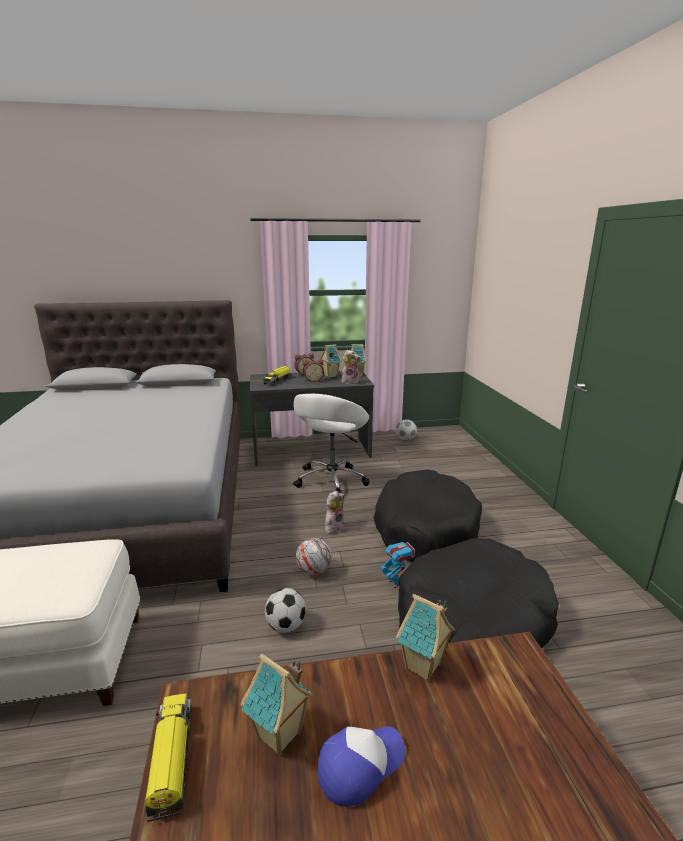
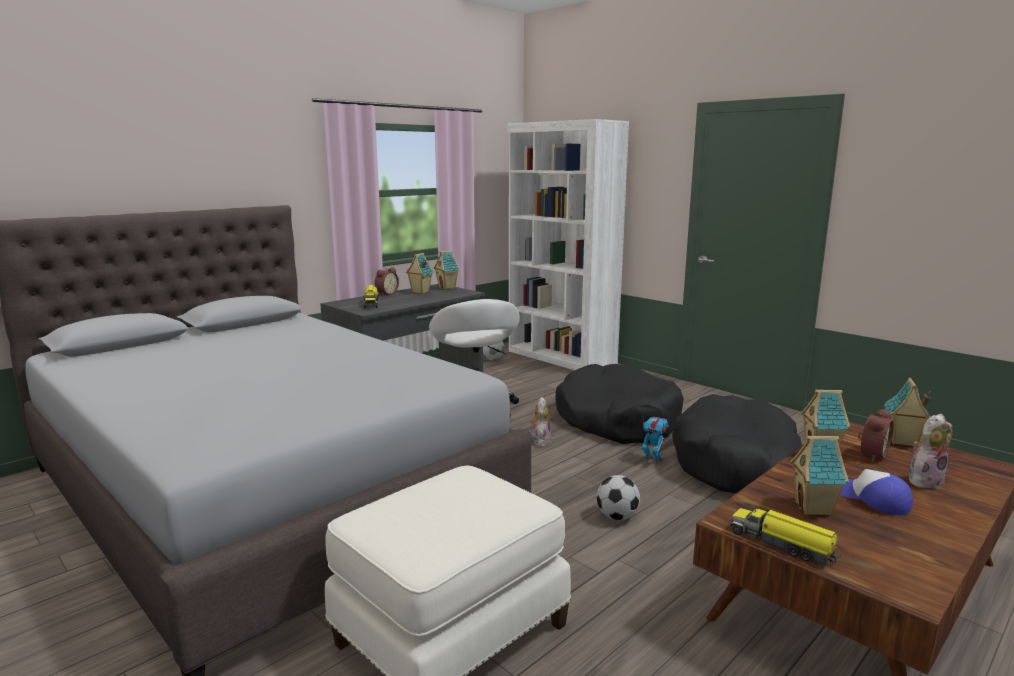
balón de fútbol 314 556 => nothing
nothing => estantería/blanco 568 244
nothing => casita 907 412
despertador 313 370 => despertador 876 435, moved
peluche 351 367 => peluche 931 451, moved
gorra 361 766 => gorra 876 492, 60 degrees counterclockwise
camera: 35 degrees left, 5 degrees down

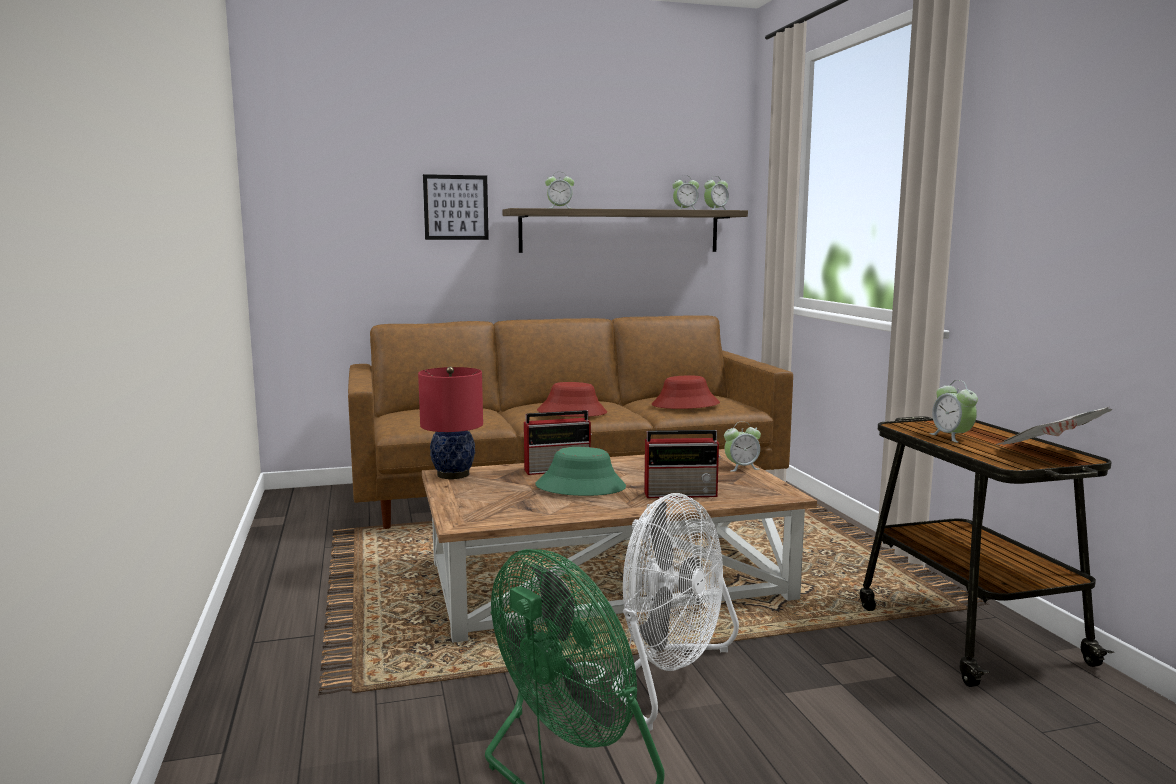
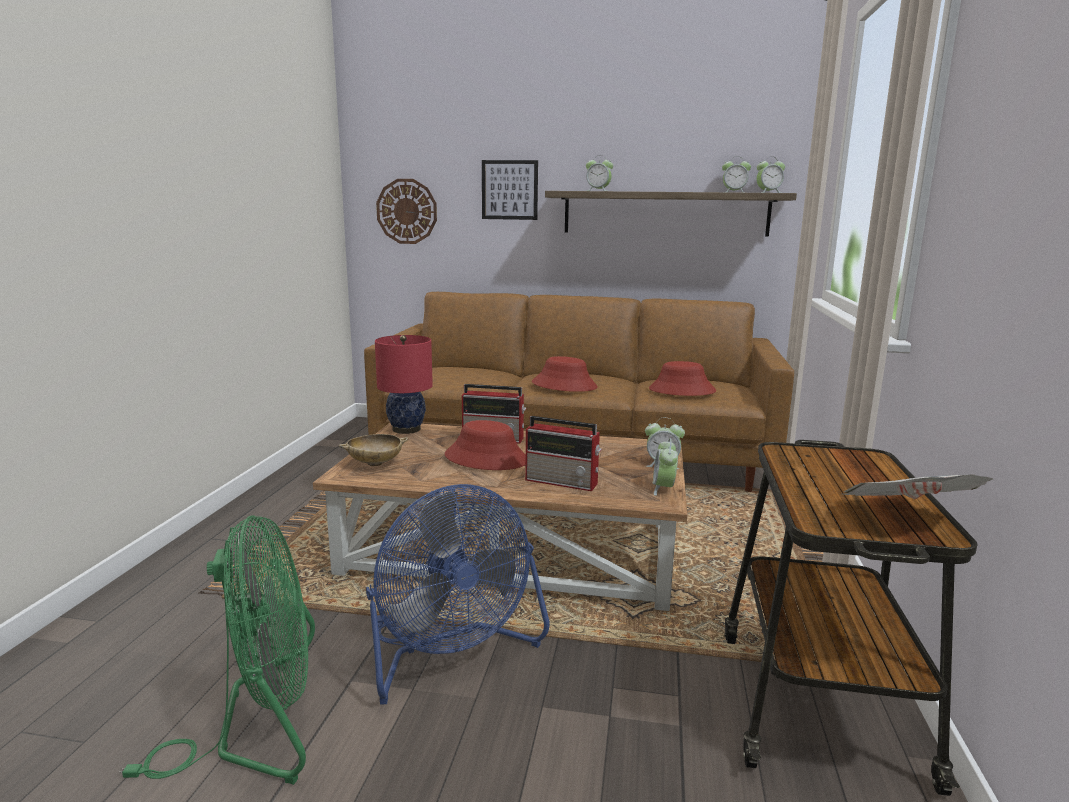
nothing => cuenco/beis 373 450
nothing => reloj de pared 406 211
despertador 954 411 => despertador 665 467, moved
sombrero/verde 580 471 => sombrero/rojo 485 445
ventilador/blanco 657 612 => ventilador/azul 458 594
camera: 25 degrees right, 5 degrees up

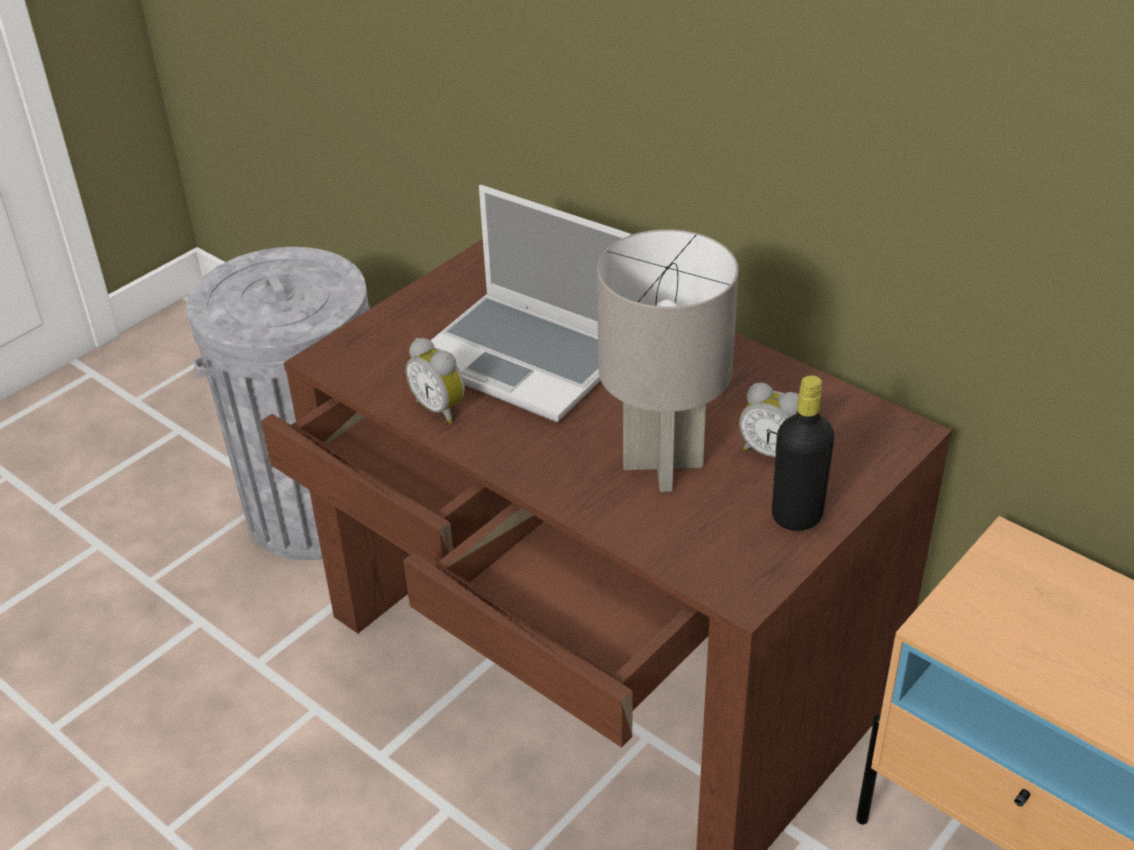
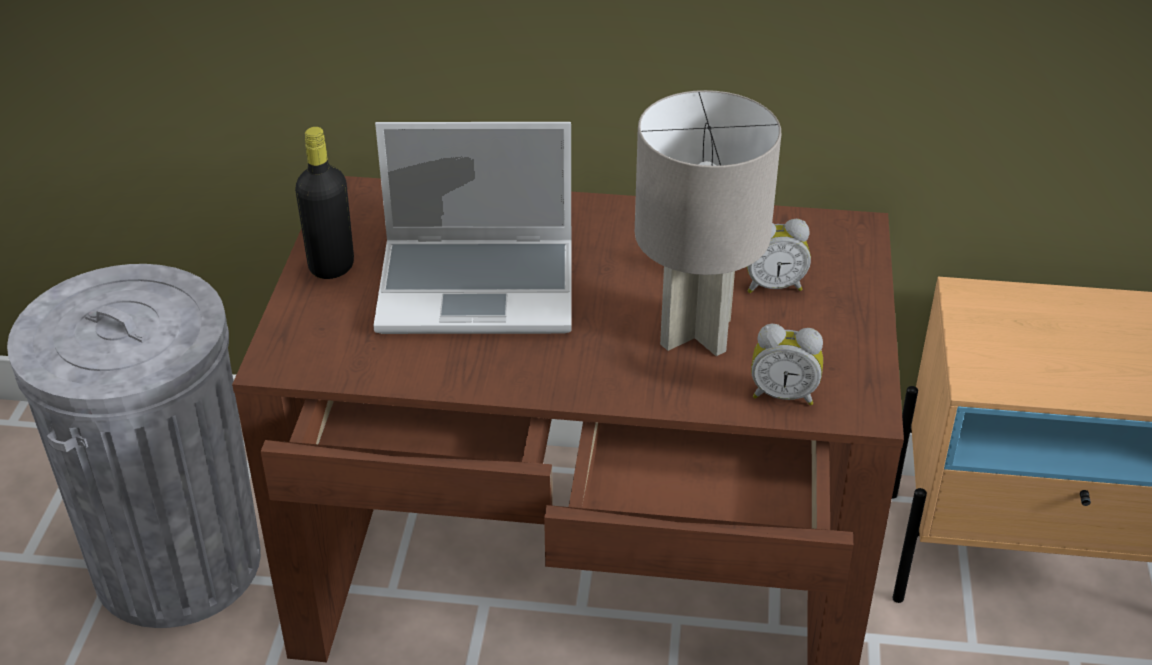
despertador 435 381 => despertador 787 365, moved
botella/negro 803 453 => botella/negro 324 203, moved
camera: 35 degrees left, 0 degrees up

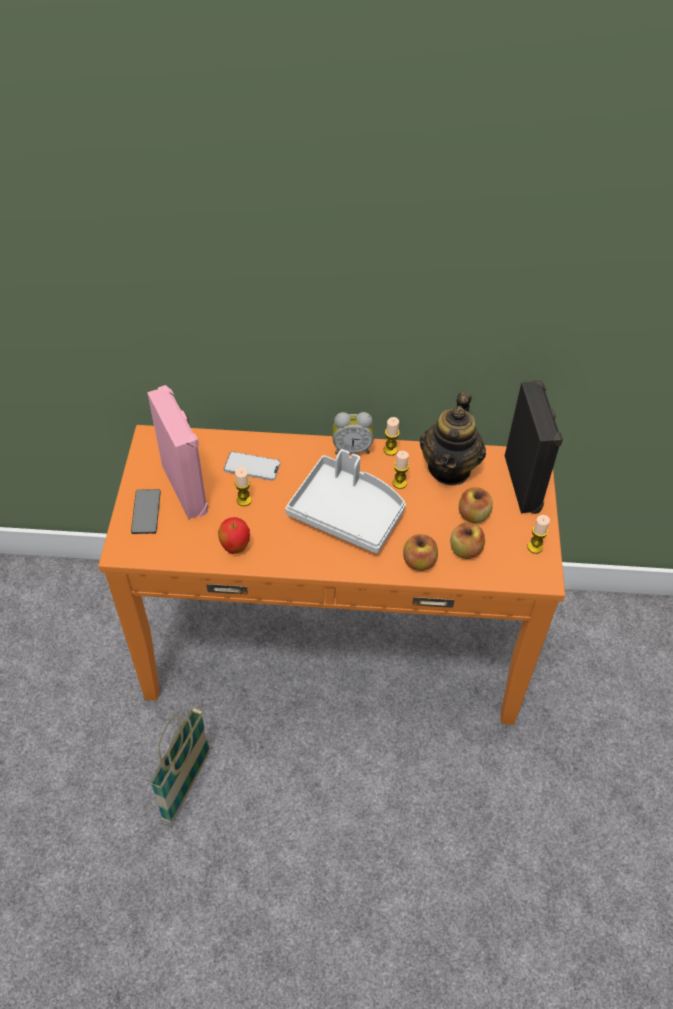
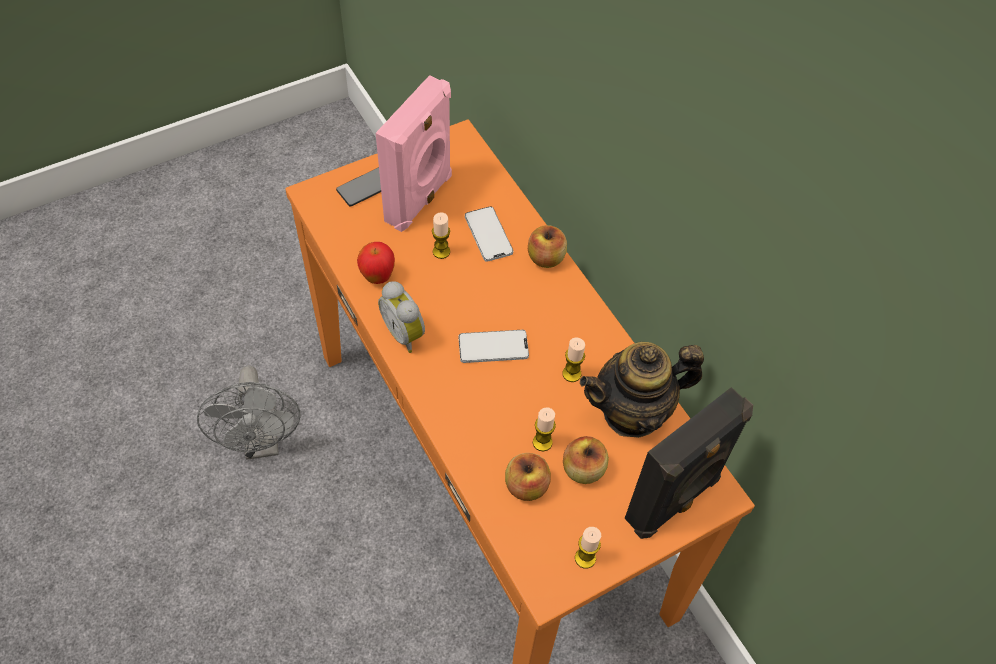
despertador 353 433 => despertador 401 317, moved
vela 392 436 => vela 544 429, moved
manzana 420 552 => manzana 547 246, moved
cesta 180 765 => ventilador/gris 249 412
bandeja/gris 345 501 => móvil 494 346
camera: 55 degrees right, 5 degrees up

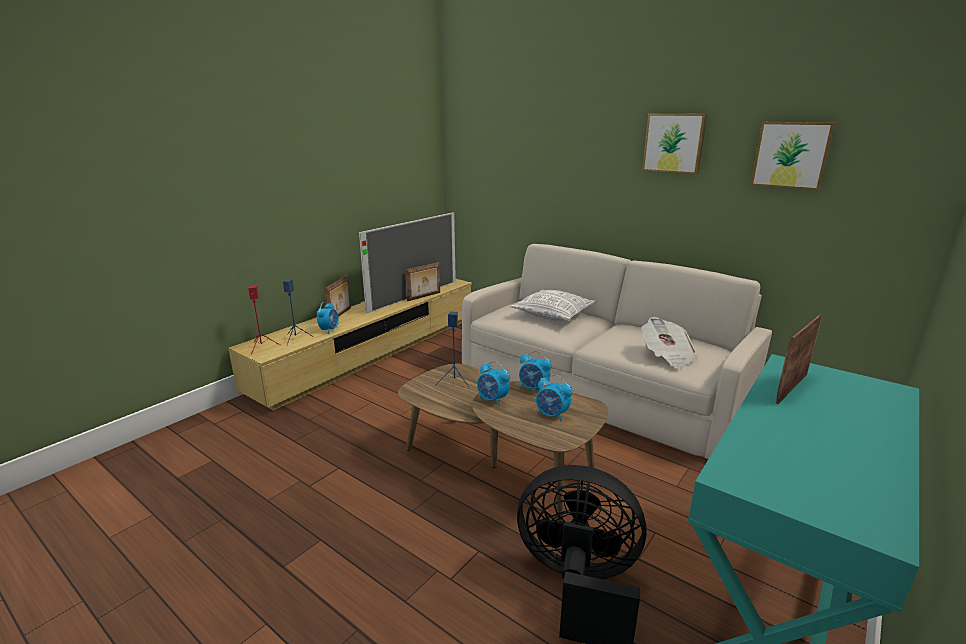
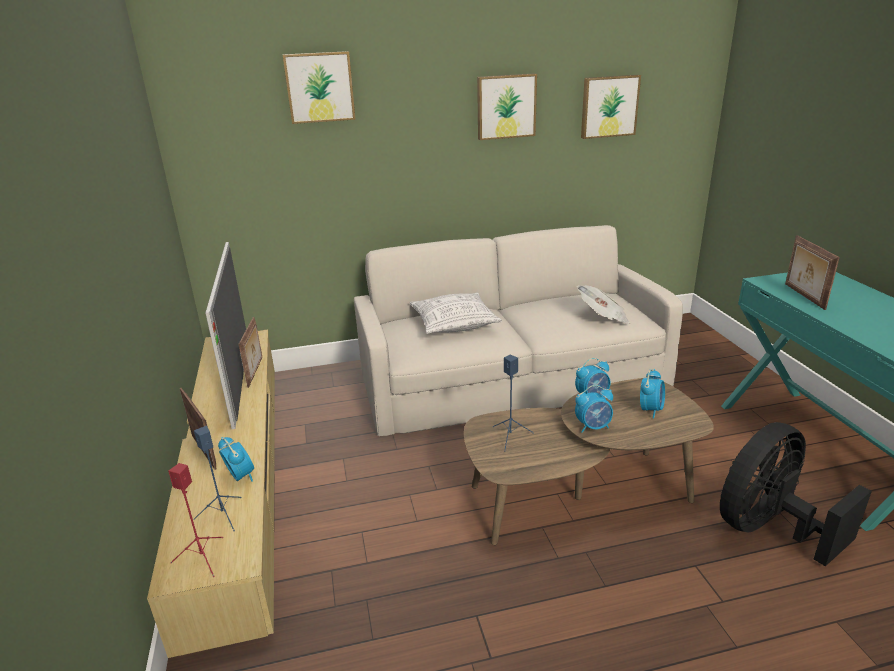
nothing => cuadro 319 87
despertador 554 398 => despertador 652 393, 45 degrees counterclockwise
camera: 50 degrees left, 5 degrees up

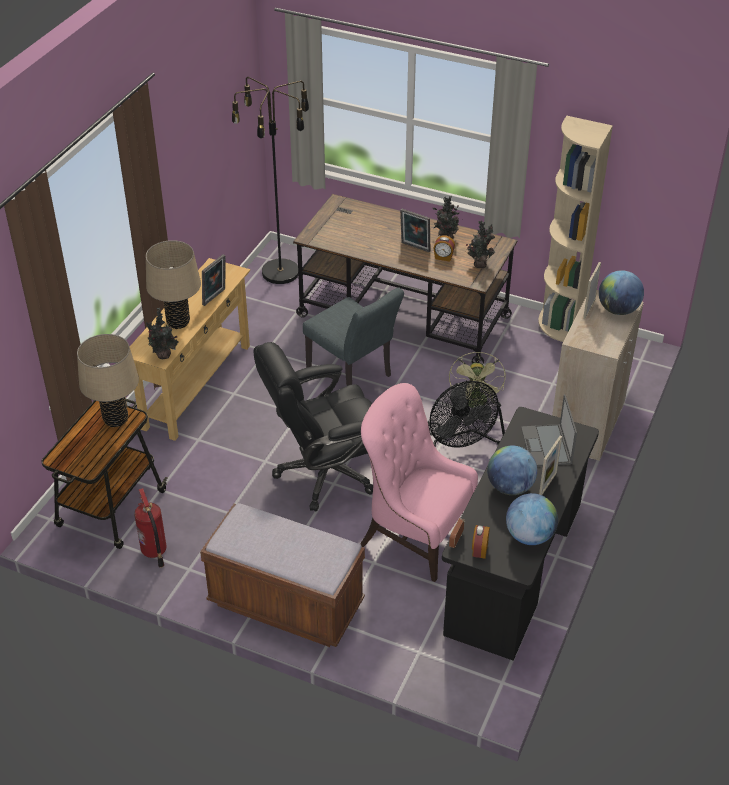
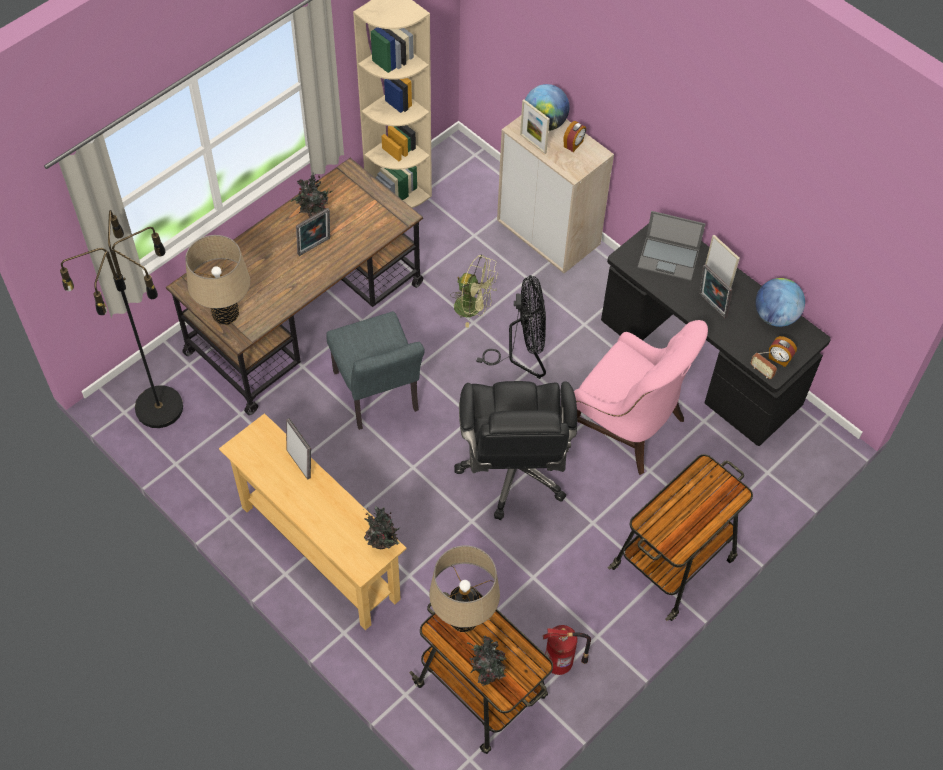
lámpara de mesa/beis 173 284 => lámpara de mesa/beis 217 280, moved
despertador 444 248 => despertador 574 136, moved
planta en maceta 481 244 => planta en maceta 489 661, moved
banco/marrón 282 575 => carrito 680 537
globo terráqueo 512 470 => portarretratos 715 291
silla/gris 353 336 => silla/gris 375 370, 90 degrees clockwise
silla/rosa 419 482 => silla/rosa 641 397, 105 degrees counterclockwise
camera: 70 degrees left, 15 degrees up

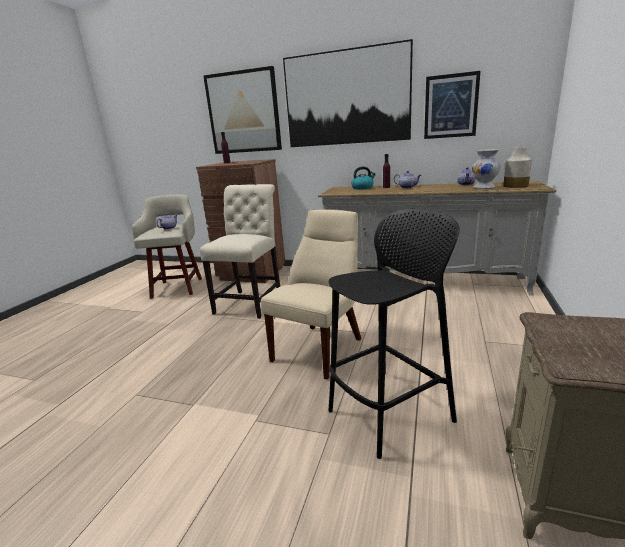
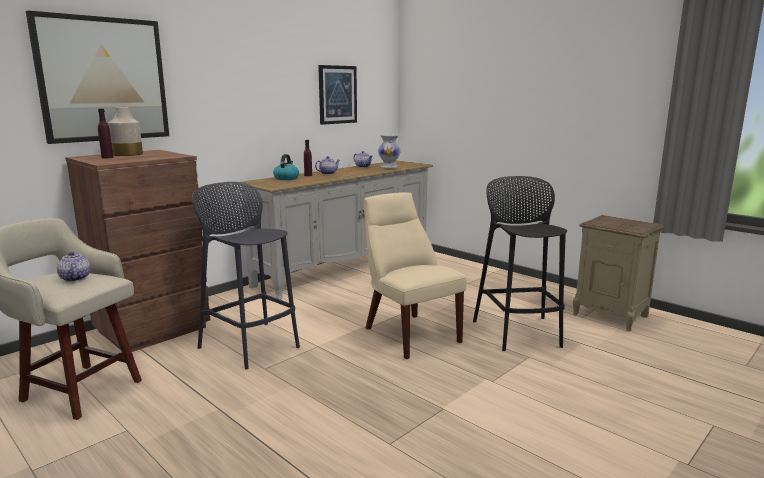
cuadro 348 93 => nothing
florero/beis 517 167 => florero/beis 125 131, moved
silla/beis 240 251 => taburete/gris 246 276
camera: 65 degrees left, 5 degrees down

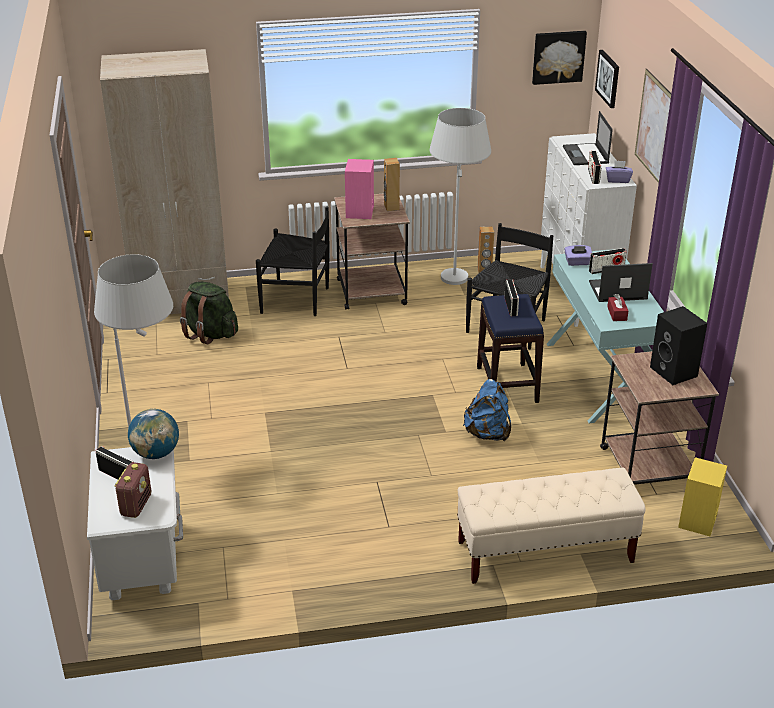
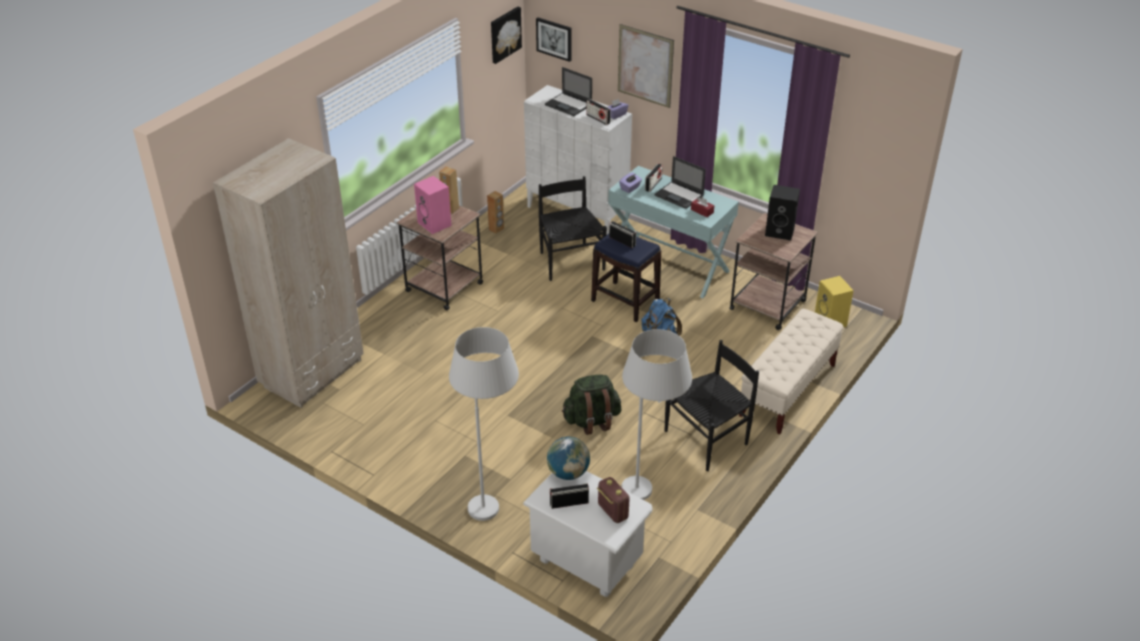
mochila/verde 209 313 => mochila/verde 591 405, moved
silla/negro 292 261 => silla/negro 712 405, moved
lámpara de pie/blanco 460 196 => lámpara de pie/blanco 656 414, moved
portátil 621 282 => portátil 680 182, 90 degrees counterclockwise
camera: 45 degrees left, 5 degrees up

